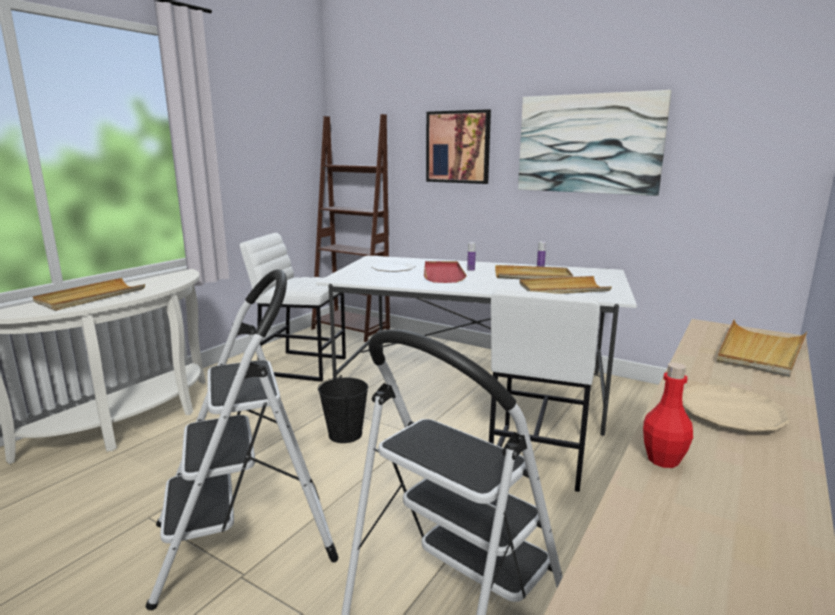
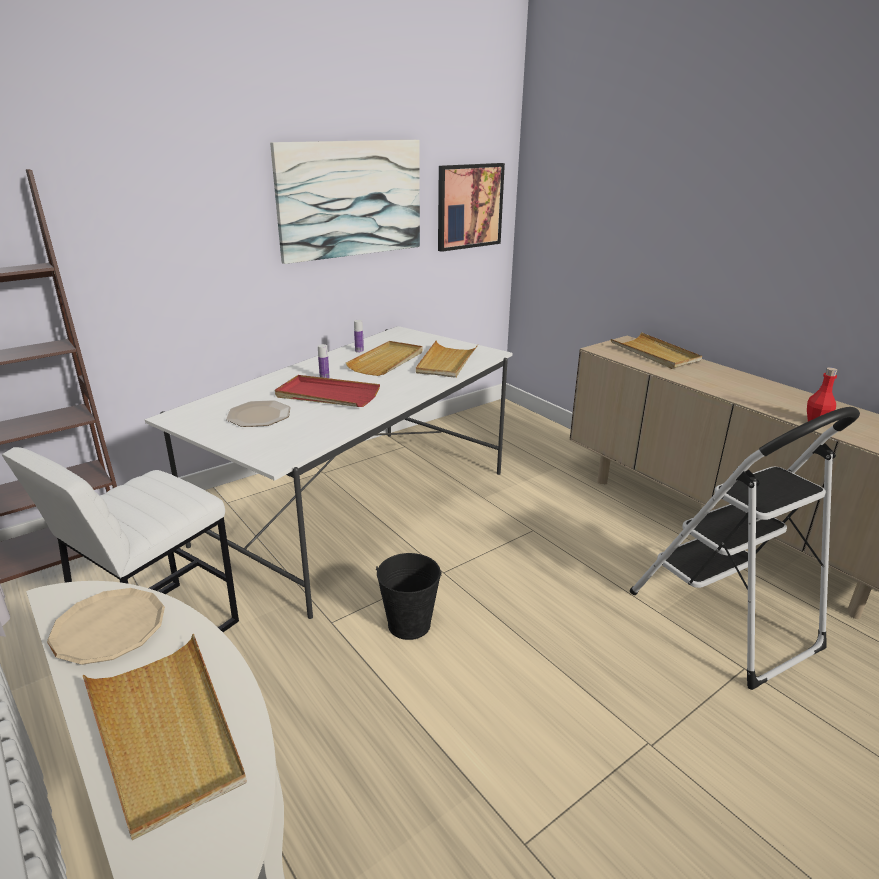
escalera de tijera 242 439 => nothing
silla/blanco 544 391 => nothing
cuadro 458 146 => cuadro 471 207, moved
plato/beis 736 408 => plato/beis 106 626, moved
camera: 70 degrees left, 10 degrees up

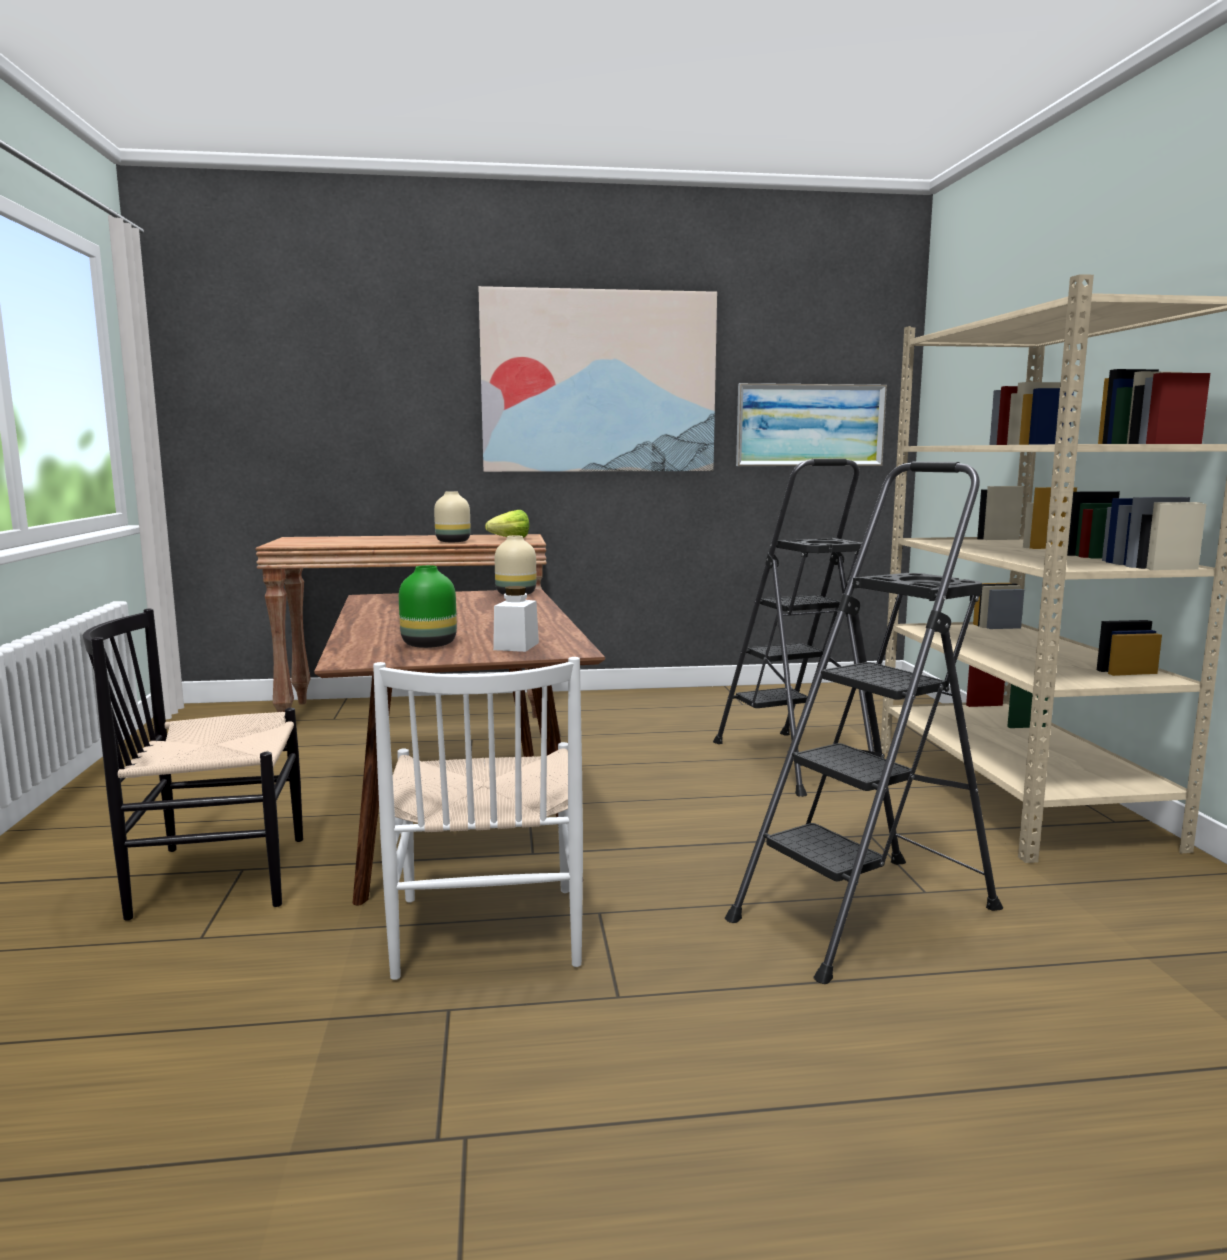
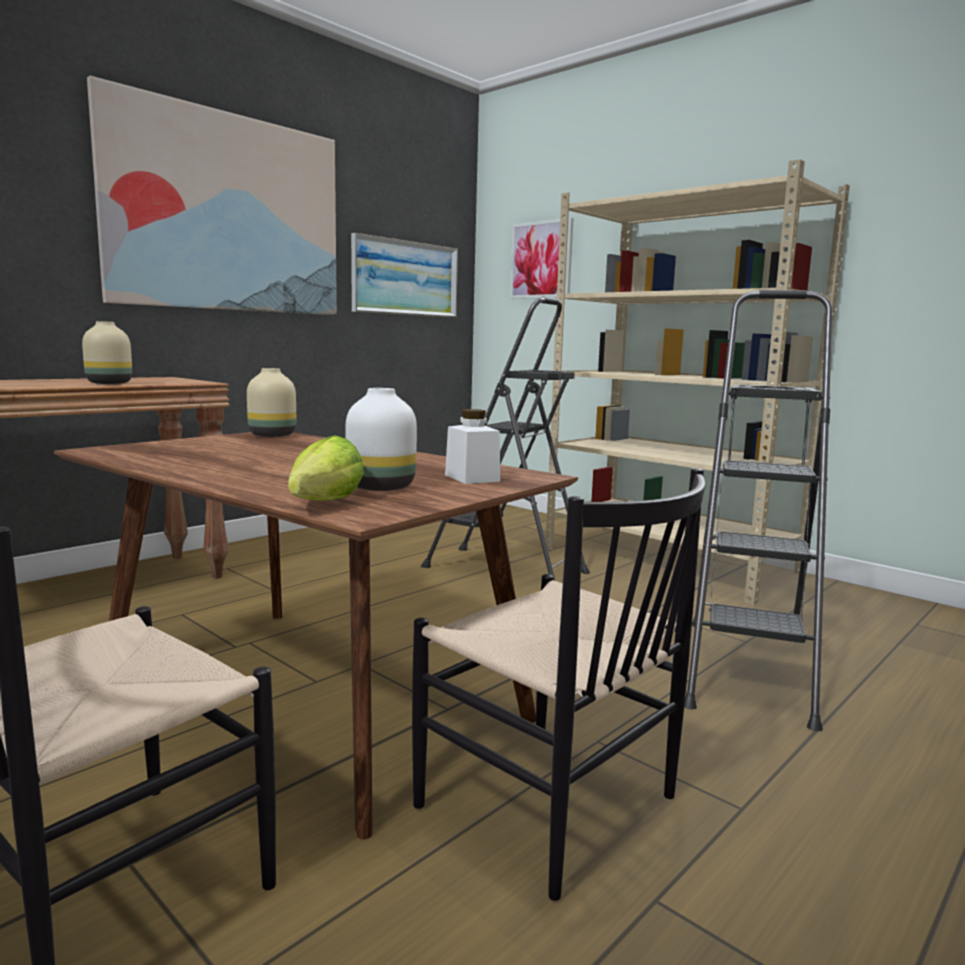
nothing => cuadro 541 258
lechuga 507 524 => lechuga 326 468, moved
silla/blanco 478 818 => silla/negro 559 684
florero/verde 428 606 => florero/blanco 381 439
camera: 40 degrees left, 0 degrees up

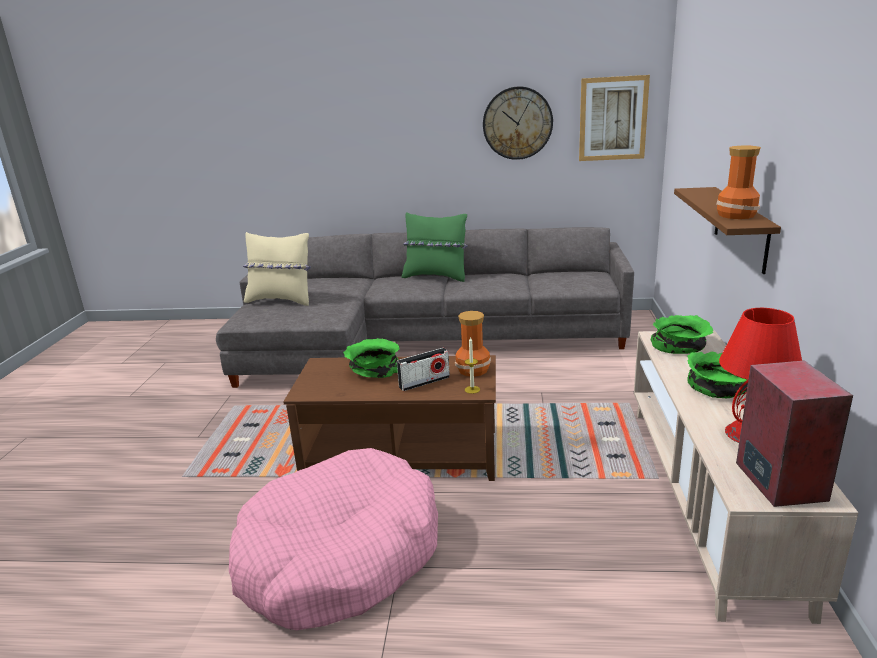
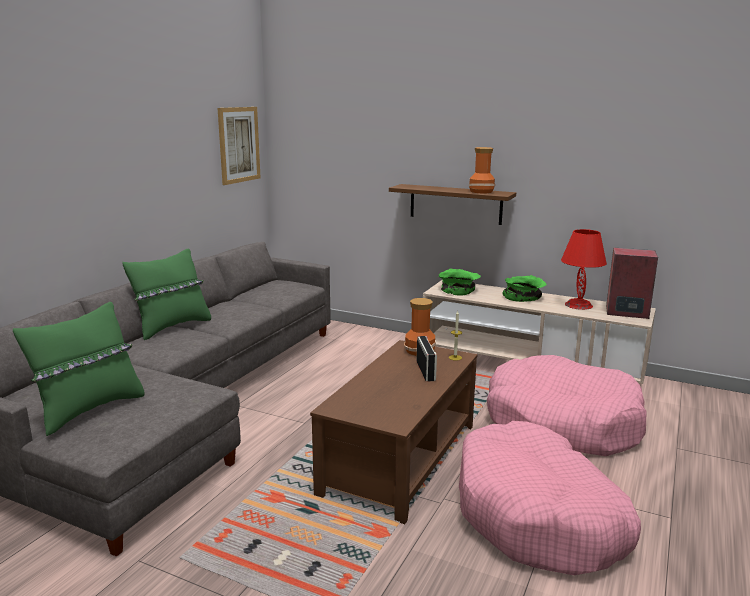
cuenco/verde 371 358 => nothing
reloj de pared 518 123 => nothing
nothing => cama para perro/rosa 567 405
cojín/beis 277 269 => cojín/verde 78 369
camera: 70 degrees left, 5 degrees down

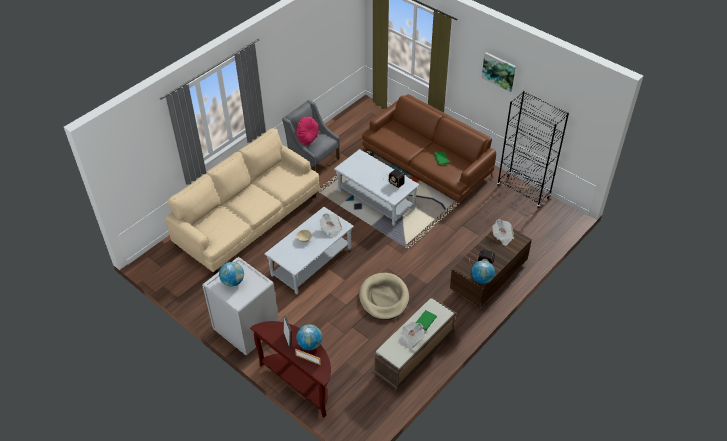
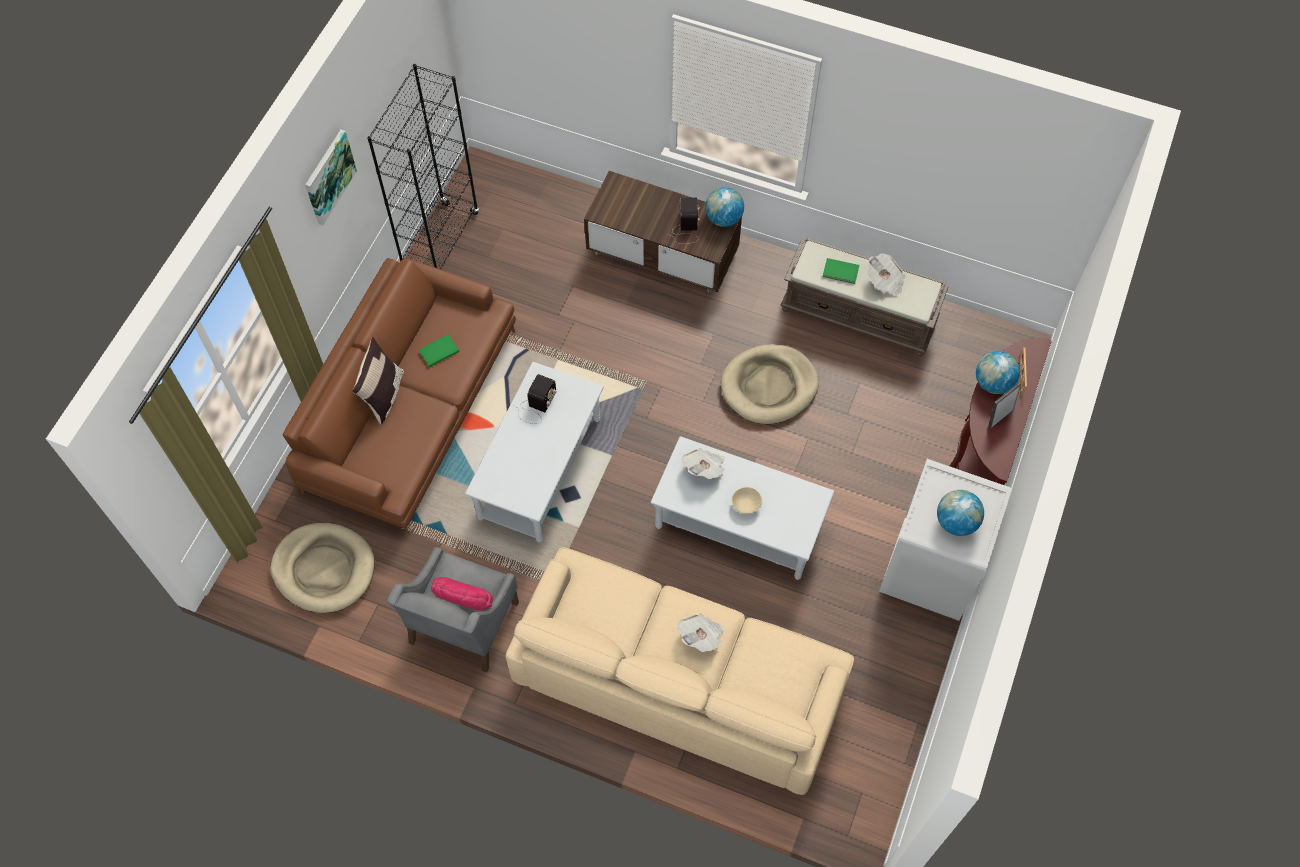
nothing => cama para perro/beis 322 568
nothing => cojín 378 381
periódico 503 232 => periódico 701 632, moved
camera: 110 degrees left, 15 degrees up

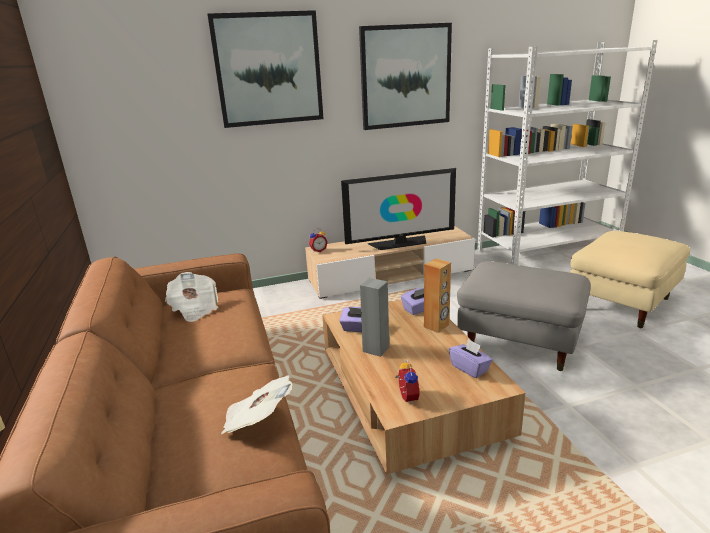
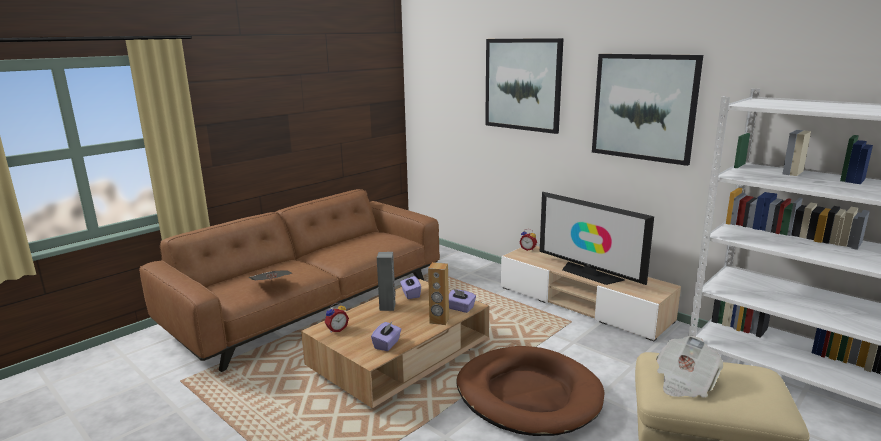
periódico 191 297 => periódico 689 367, moved
puf/gris 524 316 => cama para perro/marrón 530 391
camera: 60 degrees right, 5 degrees down

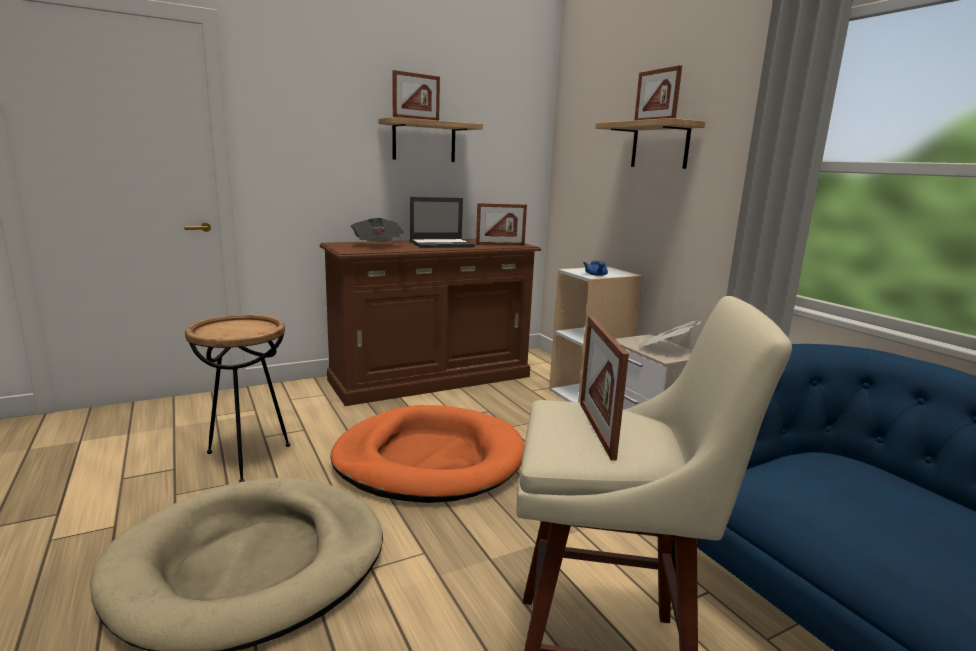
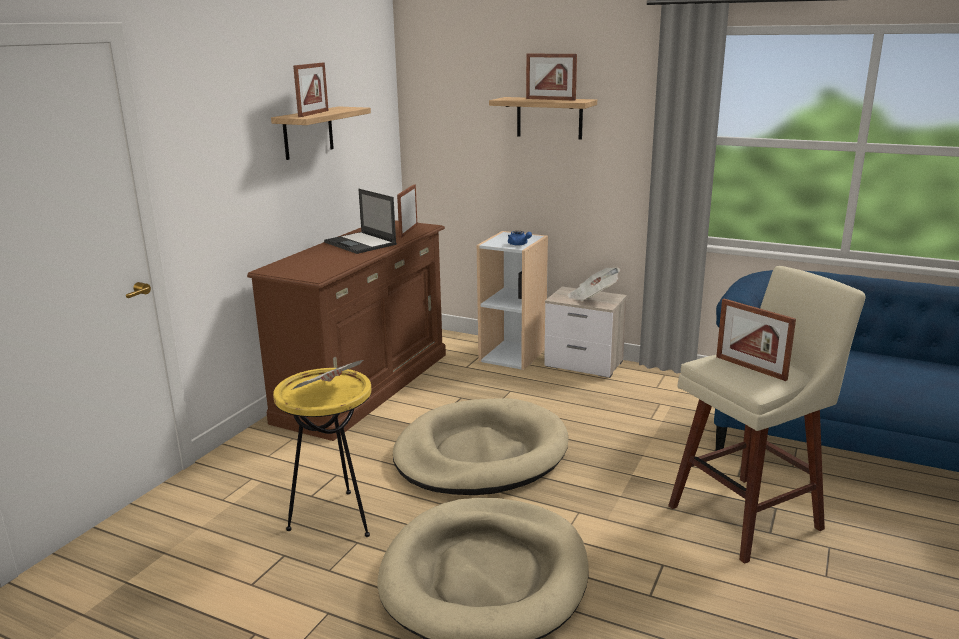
periódico 376 230 => periódico 327 375, moved
mesa auxiliar/marrón 237 398 => mesa auxiliar/amarillo 322 452
cama para perro/naranja 427 454 => cama para perro/beis 481 446
portátil 442 222 => portátil 360 221, 105 degrees clockwise
portarretratos 501 224 => portarretratos 407 211, 150 degrees clockwise
camera: 35 degrees left, 5 degrees up

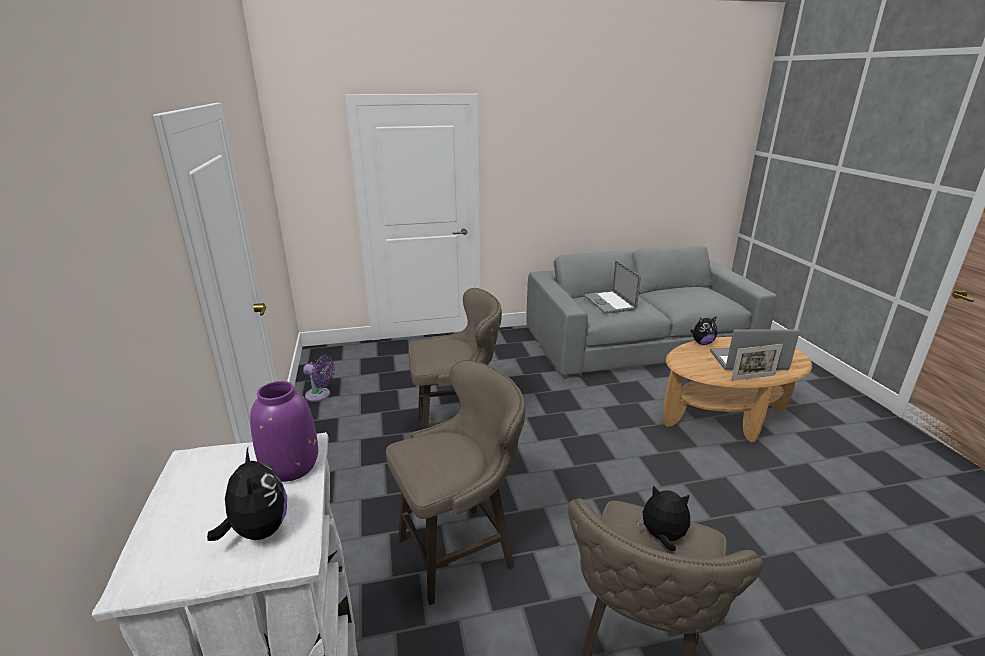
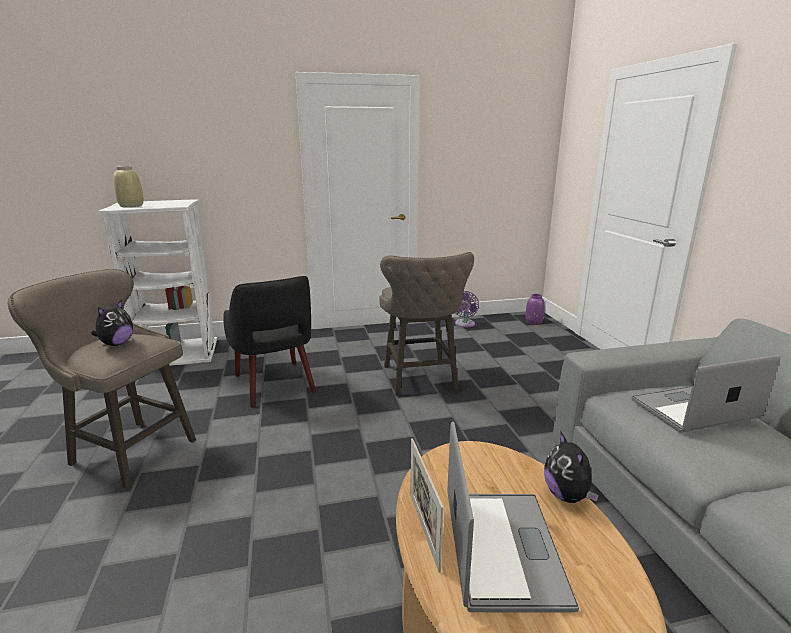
florero/morado 284 431 => florero/morado 535 309, moved
peluche 247 494 => florero/beis 128 186
taburete/beis 455 482 => sillón/negro 269 342
camera: 90 degrees right, 5 degrees down

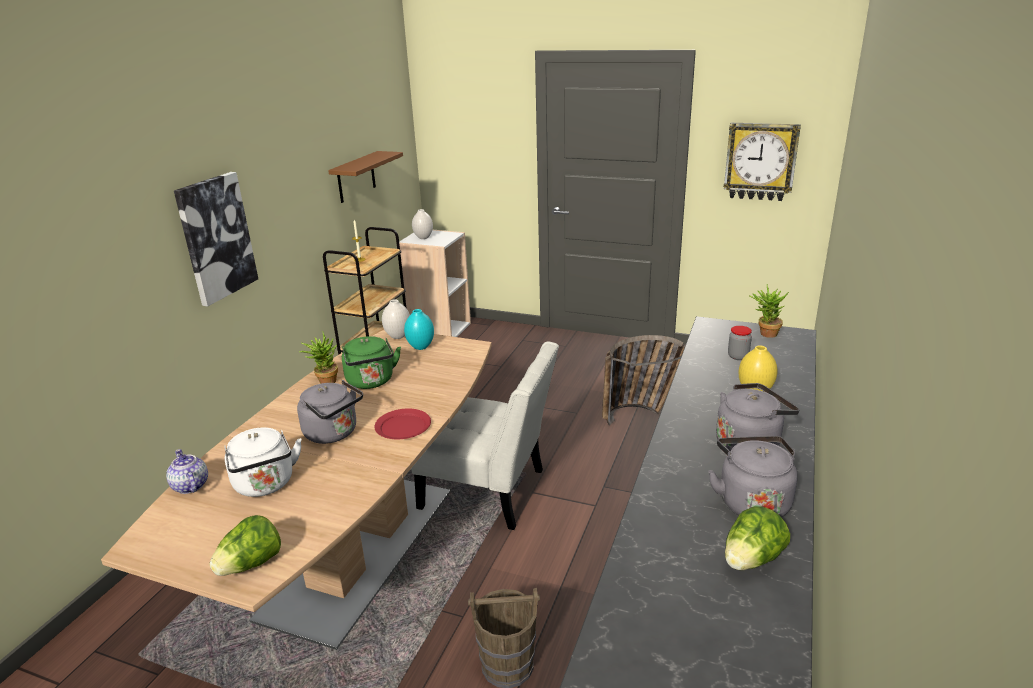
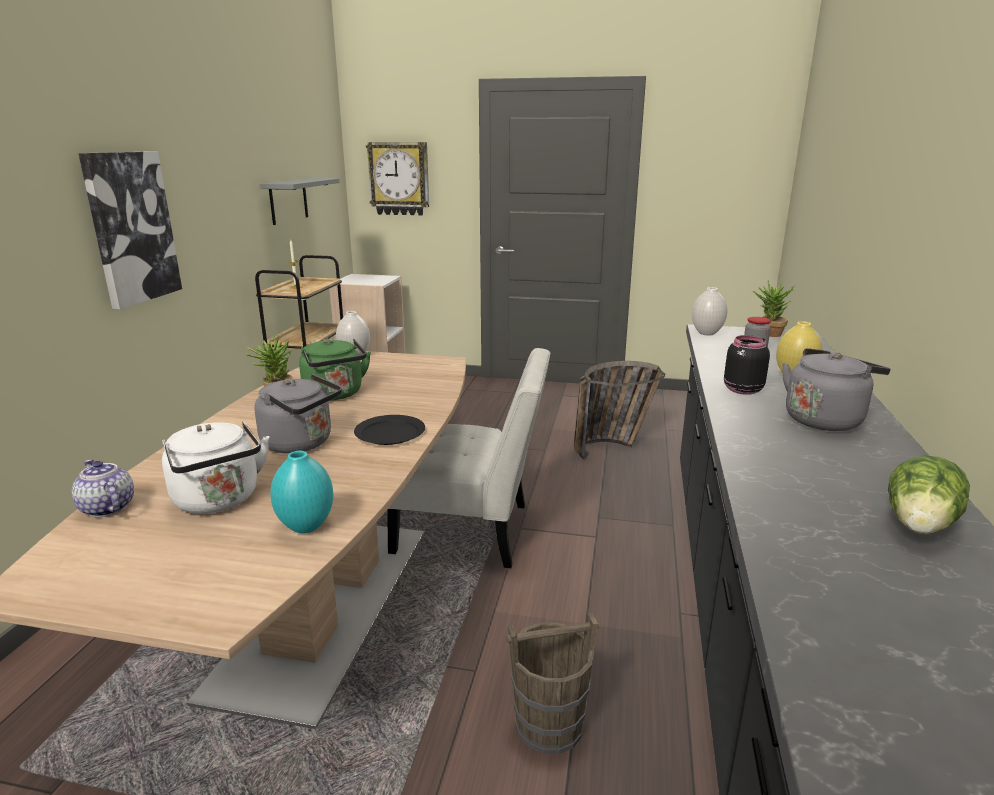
lechuga 245 545 => nothing
hervidor/gris 753 476 => nothing
nothing => tarro/negro 747 365
florero/turquesa 419 329 => florero/turquesa 301 492, moved
florero/blanco 422 224 => florero/blanco 709 311, moved
reloj de pared 762 162 => reloj de pared 397 179, moved
estante/marrón 365 177 => estante/gris 300 201
plato/rojo 402 424 => plato/negro 389 430
camera: 10 degrees left, 5 degrees down

